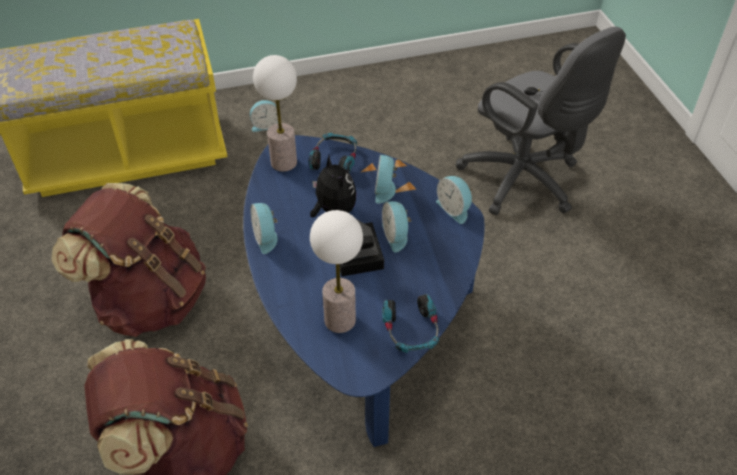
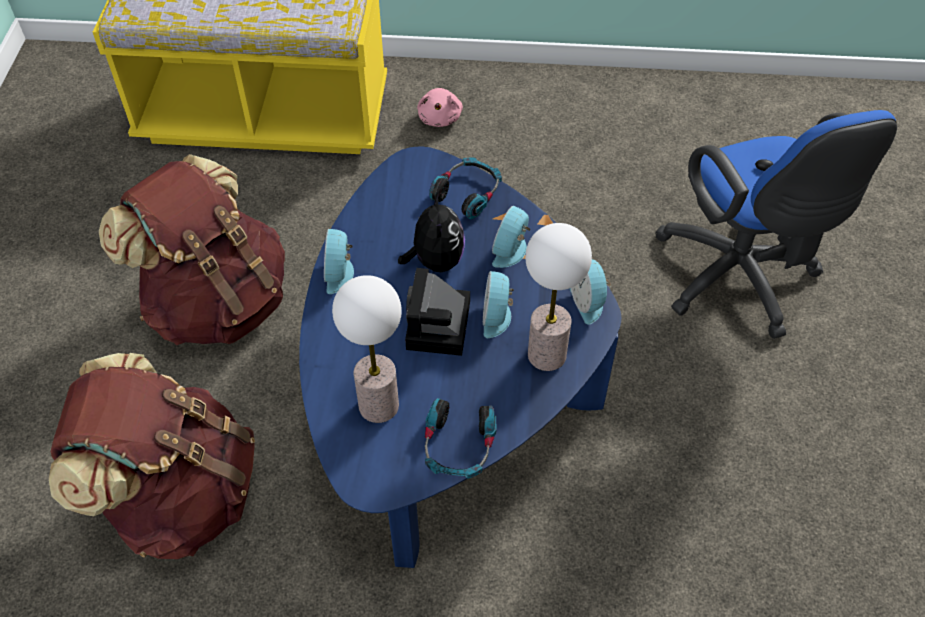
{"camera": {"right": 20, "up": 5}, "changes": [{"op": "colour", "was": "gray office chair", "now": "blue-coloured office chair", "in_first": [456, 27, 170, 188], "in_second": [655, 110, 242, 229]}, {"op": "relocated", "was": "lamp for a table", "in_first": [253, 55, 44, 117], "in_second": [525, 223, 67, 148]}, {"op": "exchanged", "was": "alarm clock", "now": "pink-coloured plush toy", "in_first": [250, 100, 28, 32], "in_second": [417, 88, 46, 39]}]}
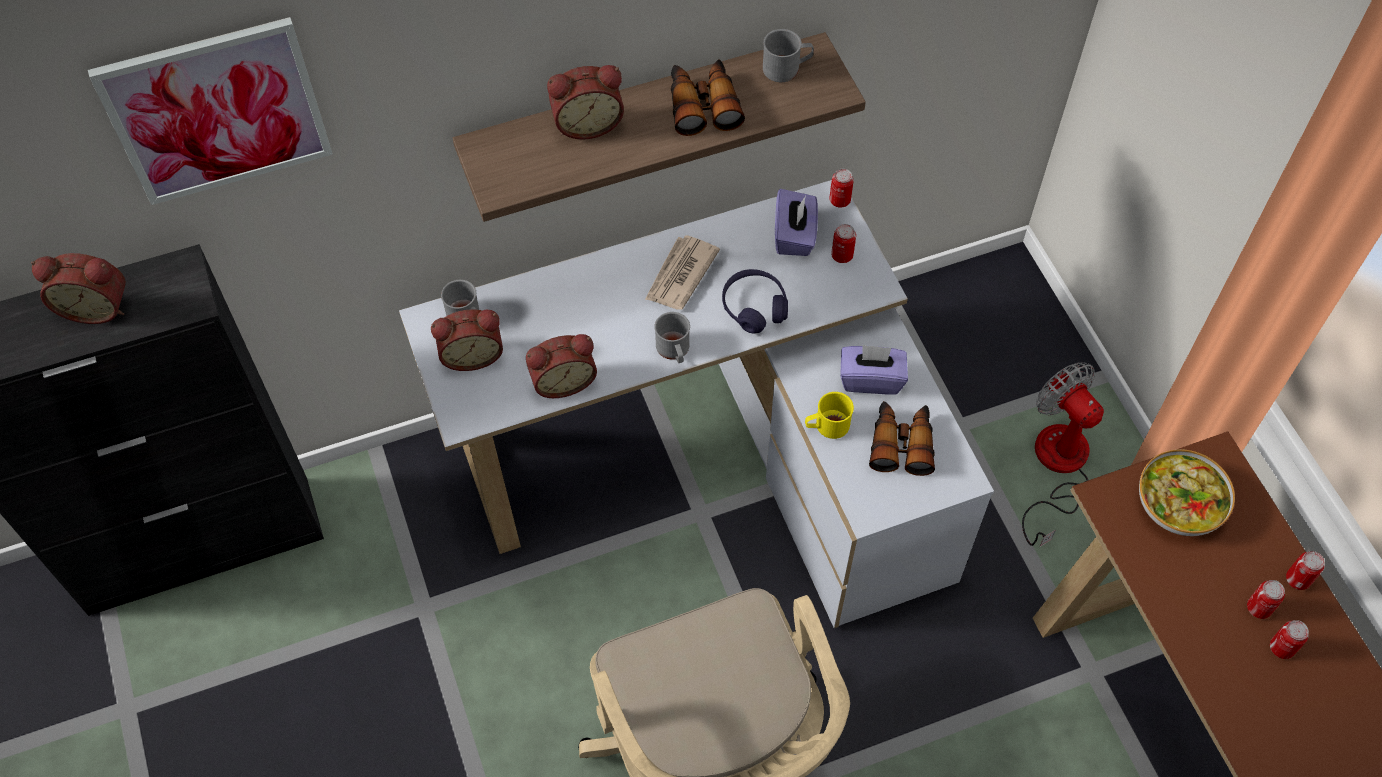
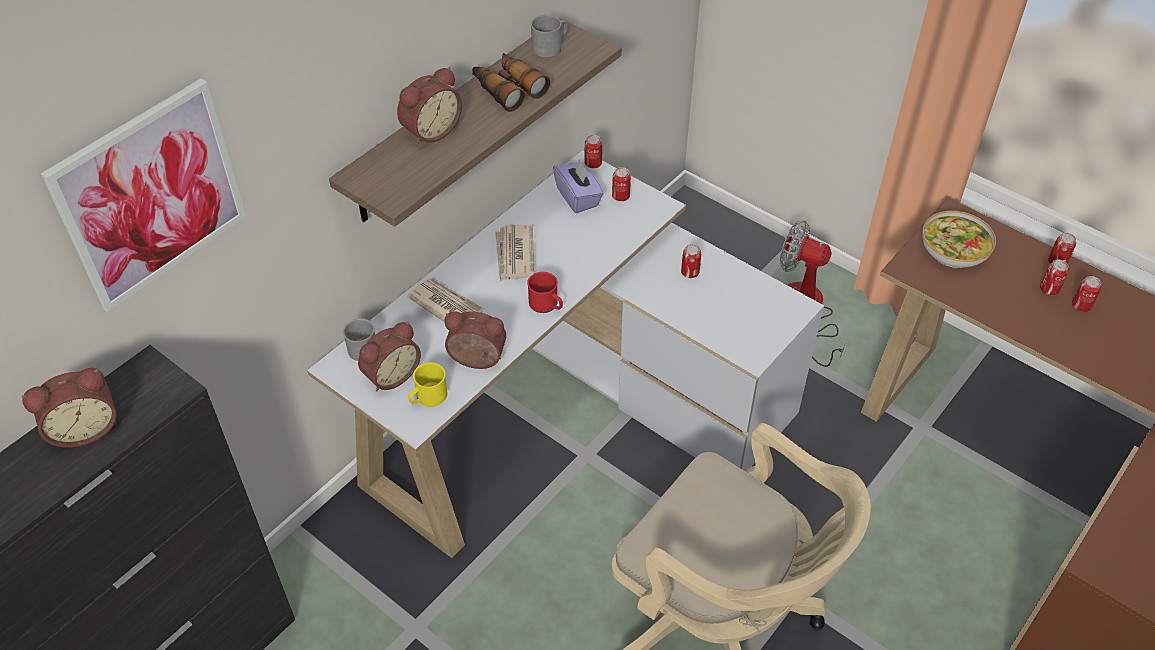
{"camera": {"right": -30, "up": -10}, "changes": [{"op": "missing", "was": "purple pair of headphones", "in_first": [722, 269, 66, 65]}, {"op": "colour", "was": "gray tea mug", "now": "red tea mug", "in_first": [654, 312, 36, 51], "in_second": [527, 272, 36, 41]}, {"op": "spun", "was": "alarm clock", "in_first": [526, 334, 71, 64], "in_second": [445, 311, 61, 58], "clockwise": -120}, {"op": "exchanged", "was": "purple tissue box", "now": "metal can", "in_first": [840, 344, 68, 51], "in_second": [681, 244, 20, 34]}, {"op": "relocated", "was": "yellow tea mug", "in_first": [805, 392, 49, 47], "in_second": [408, 362, 39, 45]}, {"op": "missing", "was": "binoculars", "in_first": [869, 401, 66, 75]}, {"op": "appeared", "now": "daily paper", "in_second": [407, 278, 77, 44]}]}
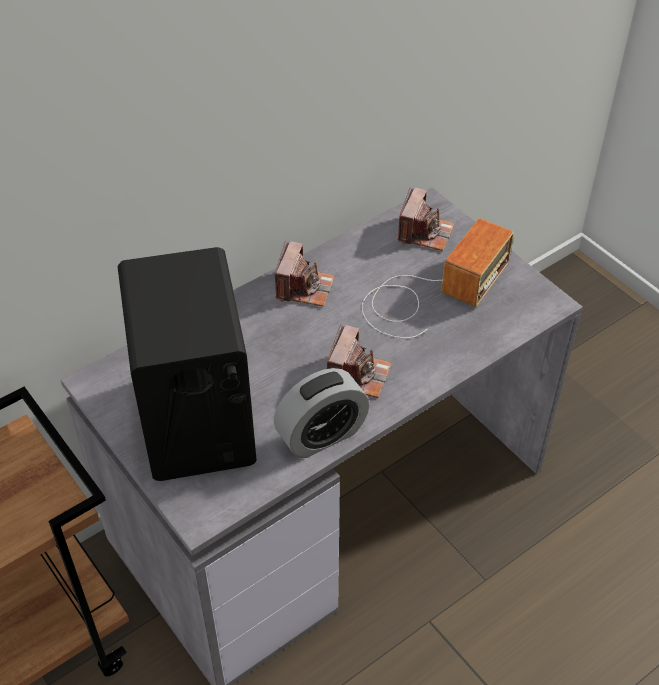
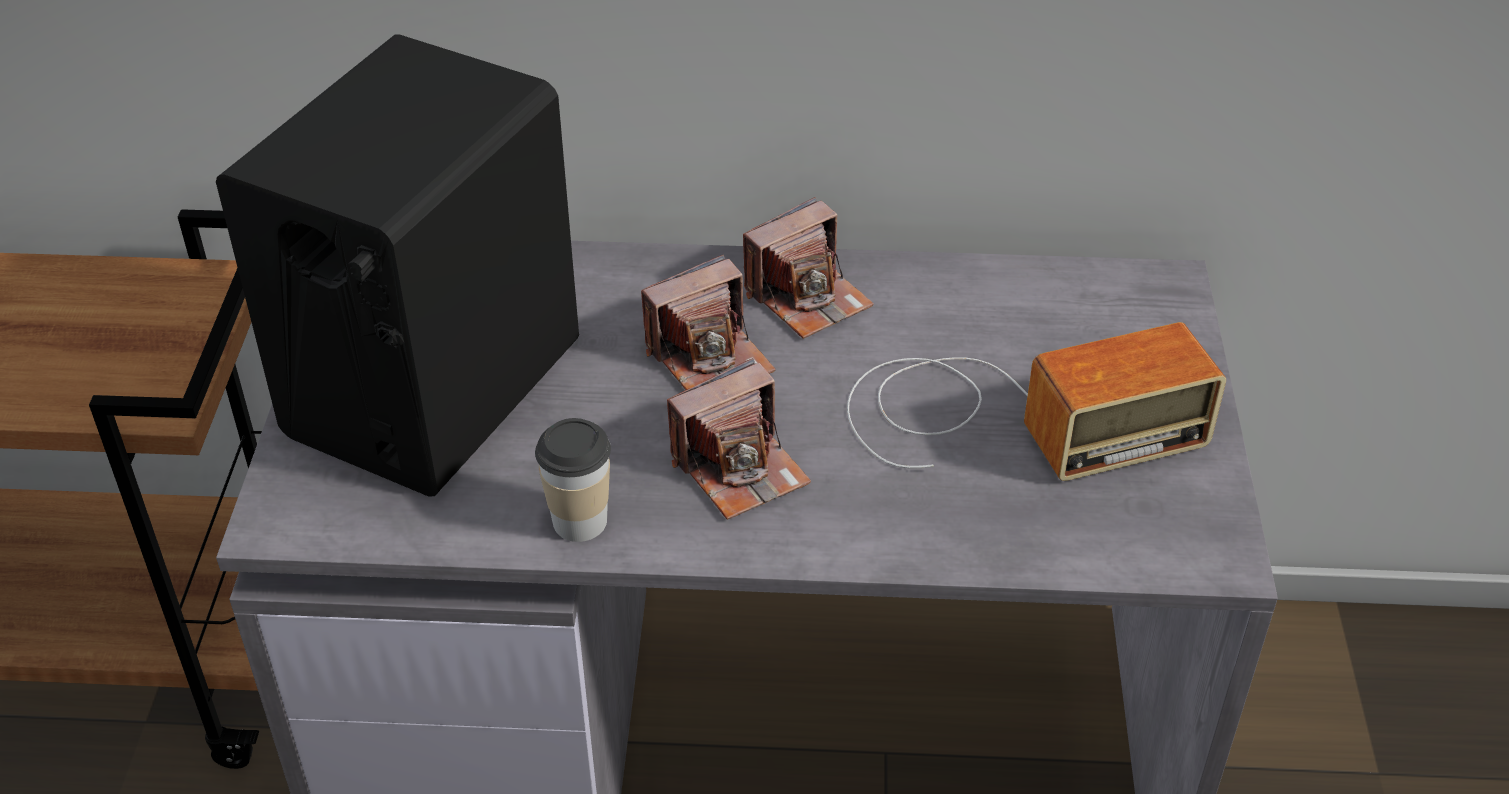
{"camera": {"right": 40, "up": -5}, "changes": [{"op": "relocated", "was": "photo camera", "in_first": [398, 187, 57, 64], "in_second": [641, 255, 135, 135]}, {"op": "exchanged", "was": "alarm clock", "now": "cup", "in_first": [274, 368, 96, 90], "in_second": [535, 418, 76, 124]}]}
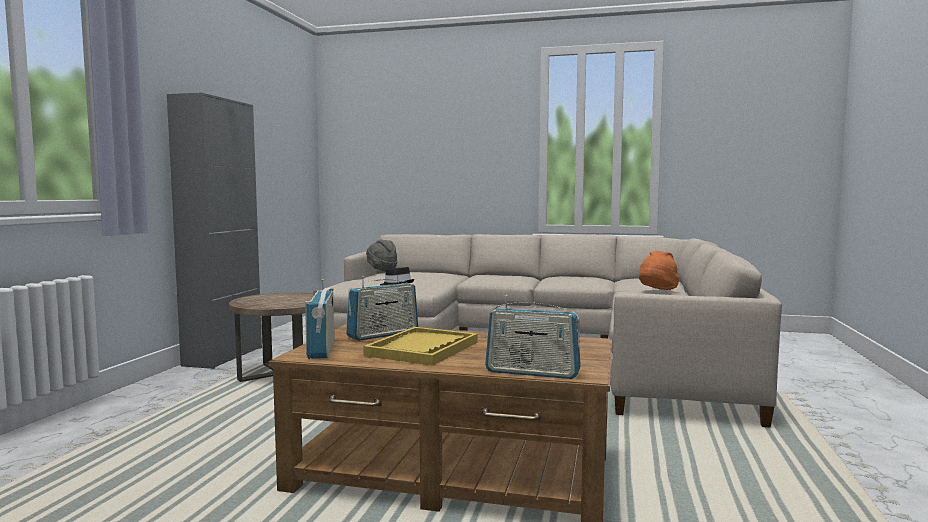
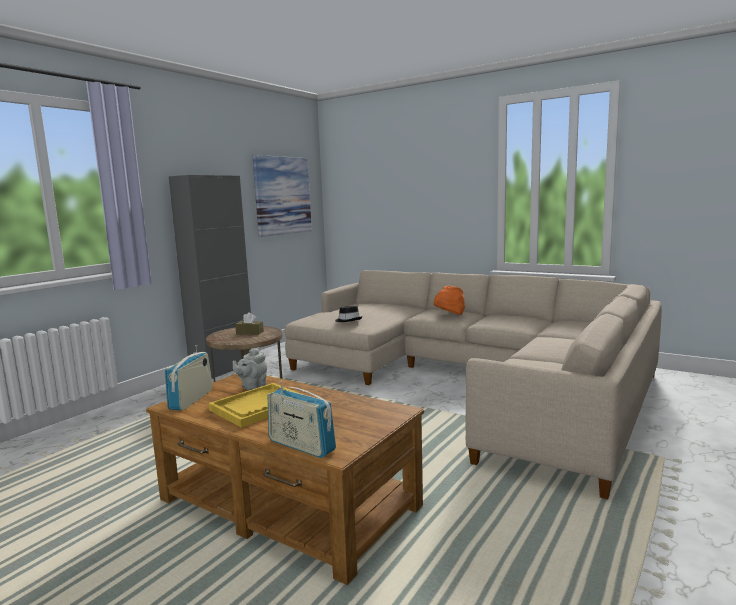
{"camera": {"right": 20, "up": 5}, "changes": [{"op": "missing", "was": "gray hat", "in_first": [366, 239, 32, 33]}, {"op": "relocated", "was": "orange-coloured hat", "in_first": [639, 251, 40, 39], "in_second": [434, 286, 31, 29]}, {"op": "exchanged", "was": "radio set", "now": "gray teapot", "in_first": [346, 276, 72, 65], "in_second": [232, 347, 35, 43]}, {"op": "appeared", "now": "picture", "in_second": [252, 155, 60, 82]}, {"op": "appeared", "now": "brown-coloured tissue box", "in_second": [235, 312, 29, 23]}]}
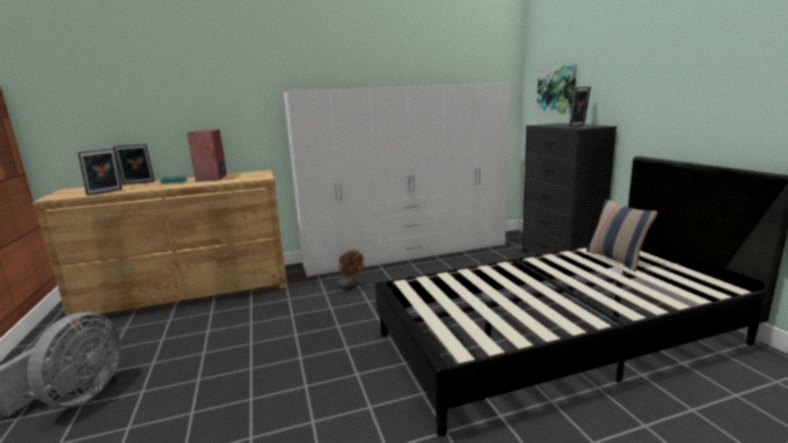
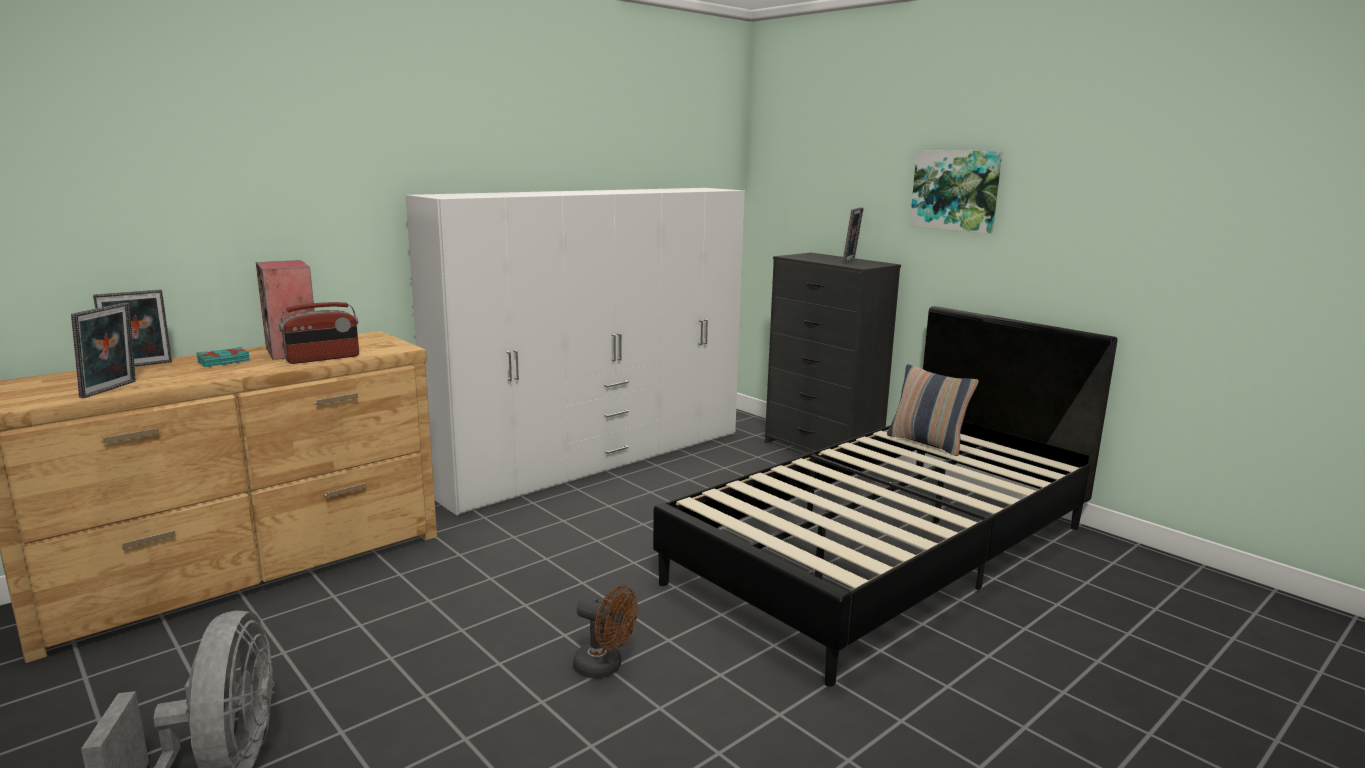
{"camera": {"right": -25, "up": 0}, "changes": [{"op": "relocated", "was": "picture", "in_first": [536, 64, 41, 51], "in_second": [910, 150, 92, 84]}, {"op": "relocated", "was": "brown-coloured electric fan", "in_first": [337, 250, 27, 40], "in_second": [573, 586, 65, 93]}, {"op": "appeared", "now": "radio set", "in_second": [279, 302, 80, 62]}]}
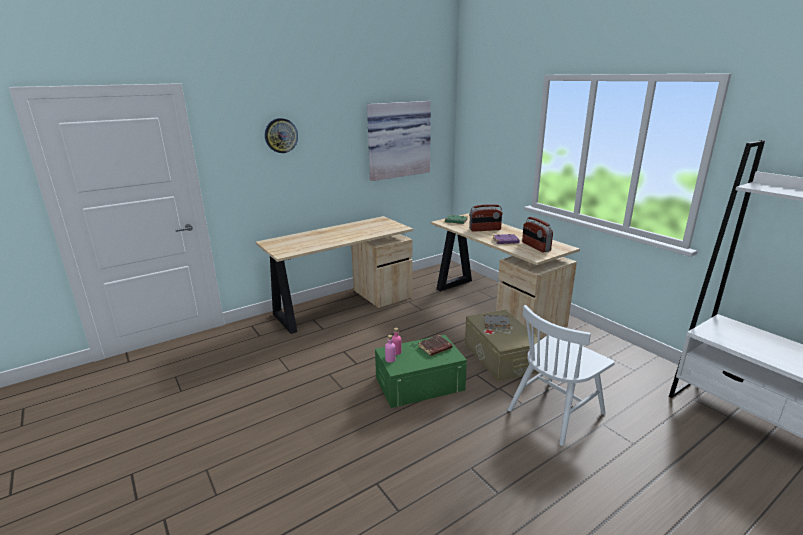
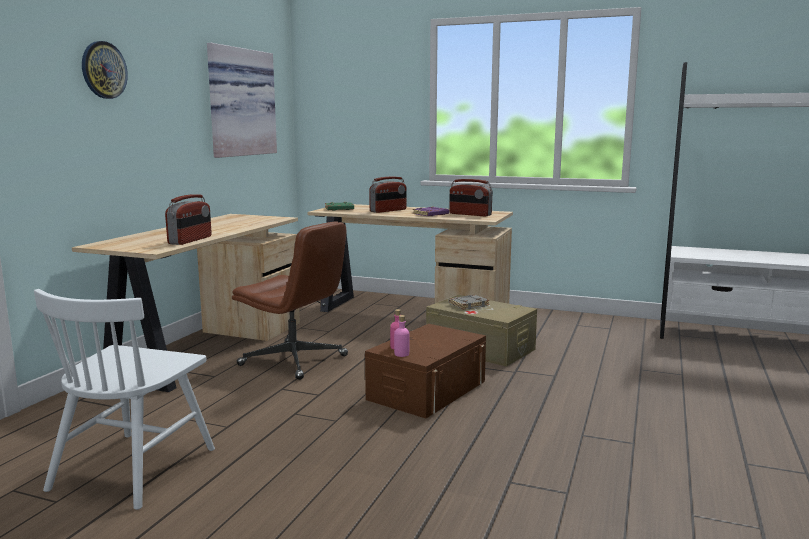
{"camera": {"right": -35, "up": -10}, "changes": [{"op": "relocated", "was": "whitish chair", "in_first": [508, 305, 107, 141], "in_second": [34, 289, 181, 221]}, {"op": "colour", "was": "green-coloured storage box", "now": "brown-coloured storage box", "in_first": [375, 335, 92, 73], "in_second": [365, 324, 121, 94]}, {"op": "missing", "was": "brown-coloured volume", "in_first": [418, 335, 35, 21]}, {"op": "appeared", "now": "radio set", "in_second": [165, 194, 47, 51]}, {"op": "appeared", "now": "brown-coloured office chair", "in_second": [232, 221, 116, 159]}]}
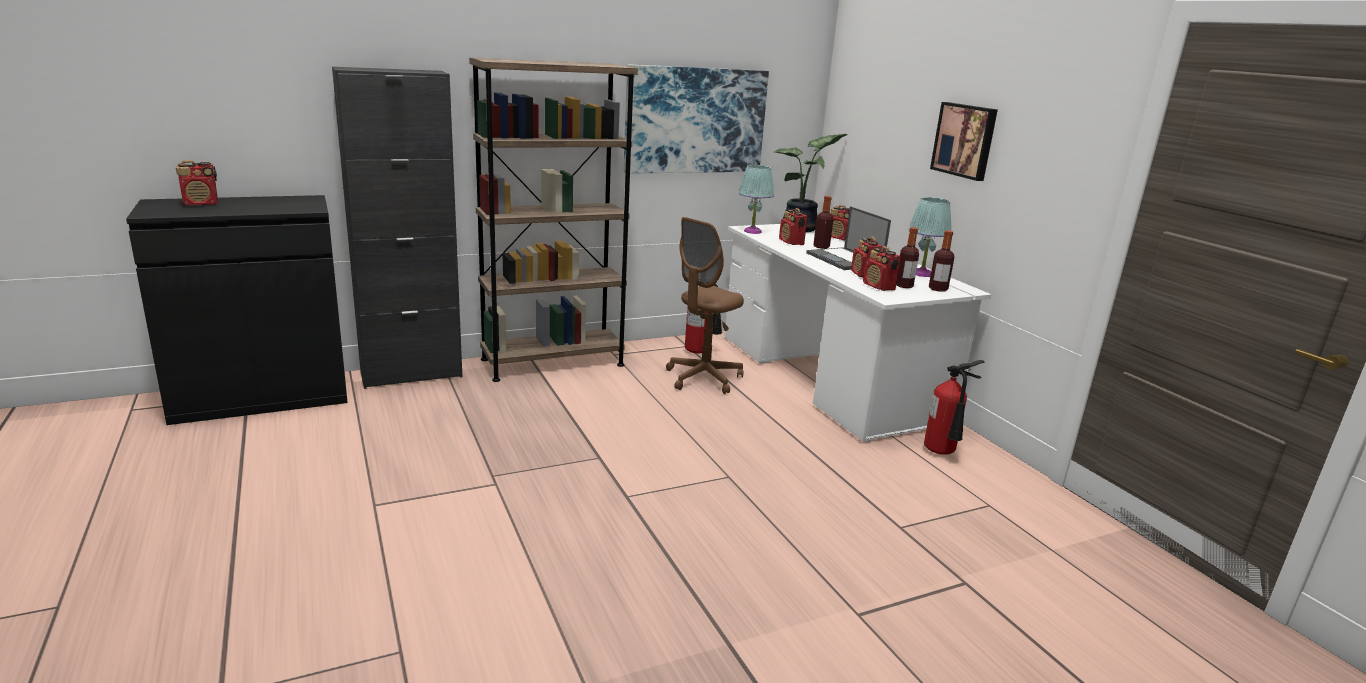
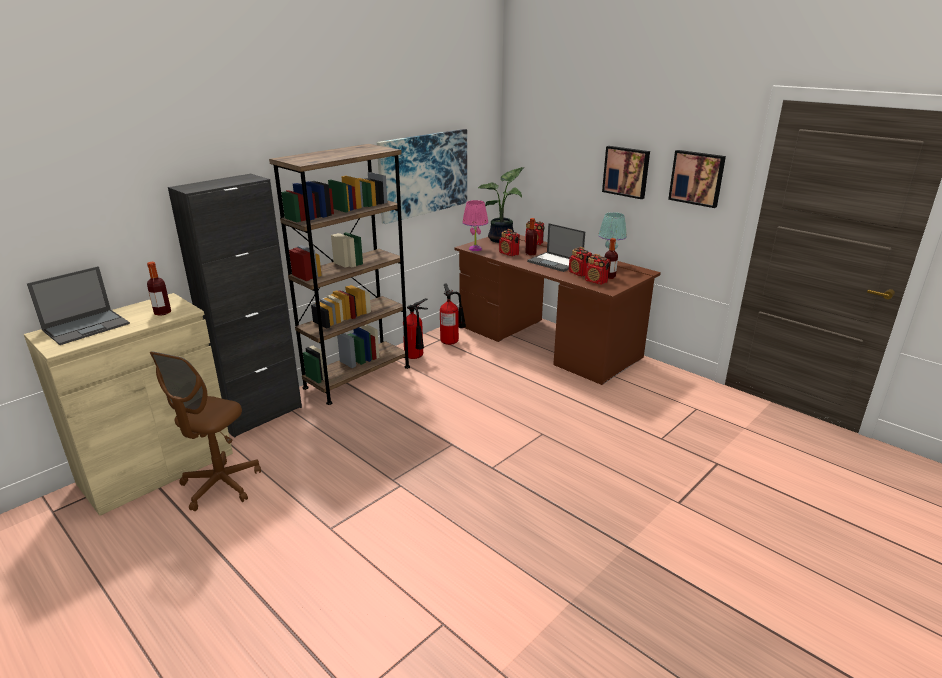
{"camera": {"right": -20, "up": 5}, "changes": [{"op": "exchanged", "was": "radio set", "now": "notebook computer", "in_first": [176, 160, 42, 45], "in_second": [27, 266, 103, 79]}, {"op": "colour", "was": "turquoise lamp for a table", "now": "pink-coloured lamp for a table", "in_first": [739, 165, 35, 69], "in_second": [462, 200, 27, 51]}, {"op": "colour", "was": "black storage cabinet", "now": "sand-coloured storage cabinet", "in_first": [126, 195, 222, 230], "in_second": [24, 293, 209, 223]}, {"op": "relocated", "was": "brown-coloured office chair", "in_first": [666, 217, 78, 177], "in_second": [150, 351, 111, 160]}, {"op": "colour", "was": "whitish desk table", "now": "brown-coloured desk table", "in_first": [725, 224, 267, 218], "in_second": [454, 235, 207, 150]}, {"op": "relocated", "was": "beverage bottle", "in_first": [929, 230, 25, 62], "in_second": [147, 262, 24, 54]}, {"op": "relocated", "was": "fire extinguisher", "in_first": [924, 360, 60, 95], "in_second": [403, 298, 25, 61]}, {"op": "appeared", "now": "picture", "in_second": [668, 150, 58, 58]}]}
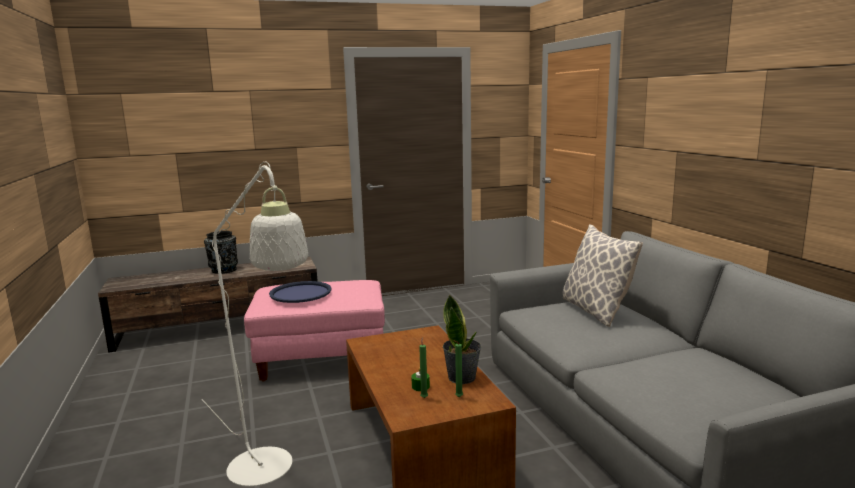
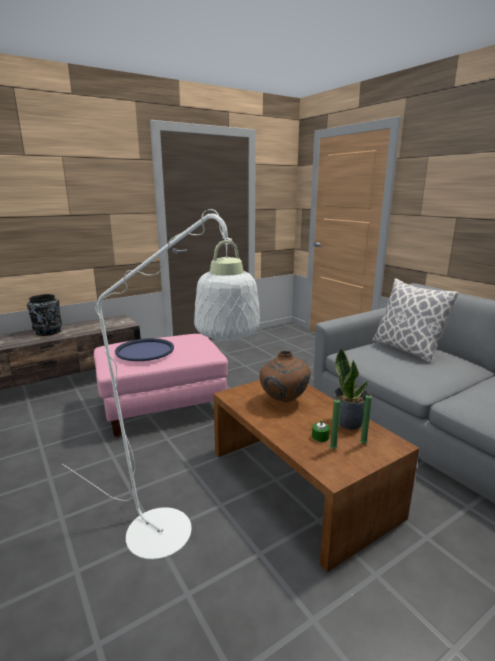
{"camera": {"right": -15, "up": 5}, "changes": [{"op": "appeared", "now": "brown-coloured flower vase", "in_second": [260, 351, 51, 51]}]}
